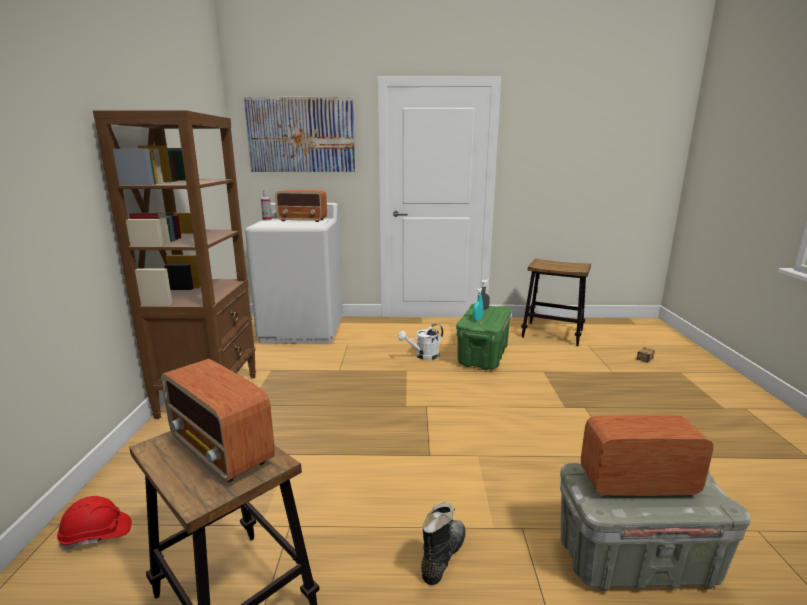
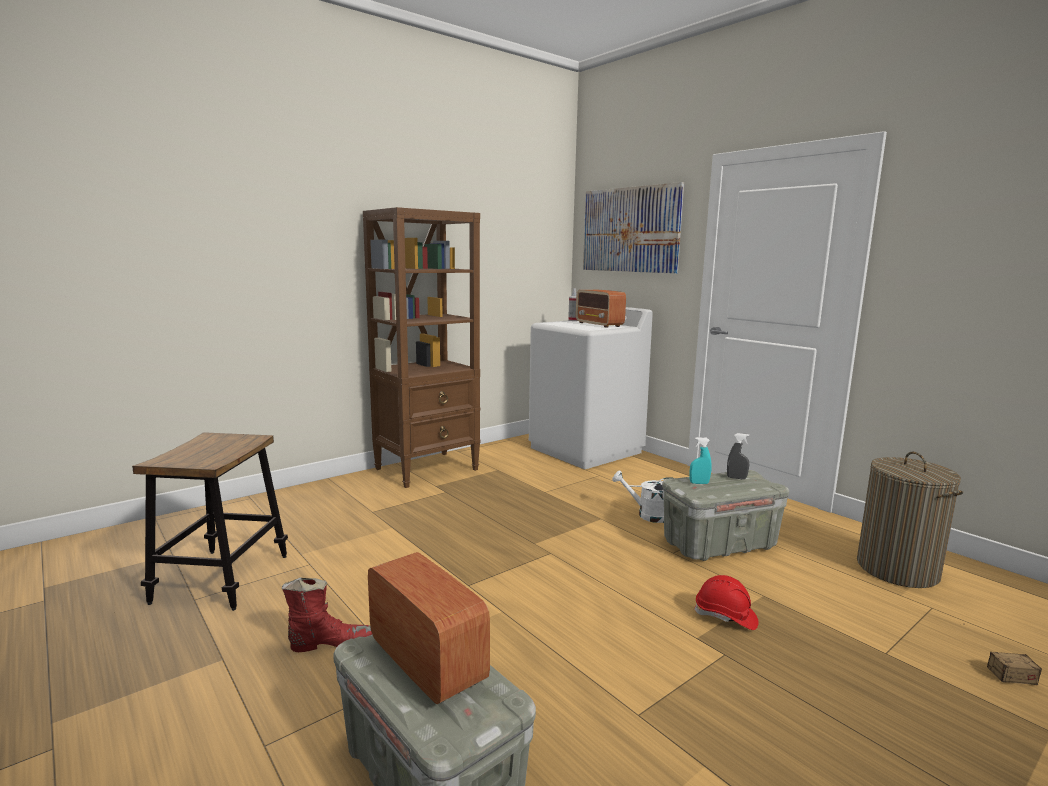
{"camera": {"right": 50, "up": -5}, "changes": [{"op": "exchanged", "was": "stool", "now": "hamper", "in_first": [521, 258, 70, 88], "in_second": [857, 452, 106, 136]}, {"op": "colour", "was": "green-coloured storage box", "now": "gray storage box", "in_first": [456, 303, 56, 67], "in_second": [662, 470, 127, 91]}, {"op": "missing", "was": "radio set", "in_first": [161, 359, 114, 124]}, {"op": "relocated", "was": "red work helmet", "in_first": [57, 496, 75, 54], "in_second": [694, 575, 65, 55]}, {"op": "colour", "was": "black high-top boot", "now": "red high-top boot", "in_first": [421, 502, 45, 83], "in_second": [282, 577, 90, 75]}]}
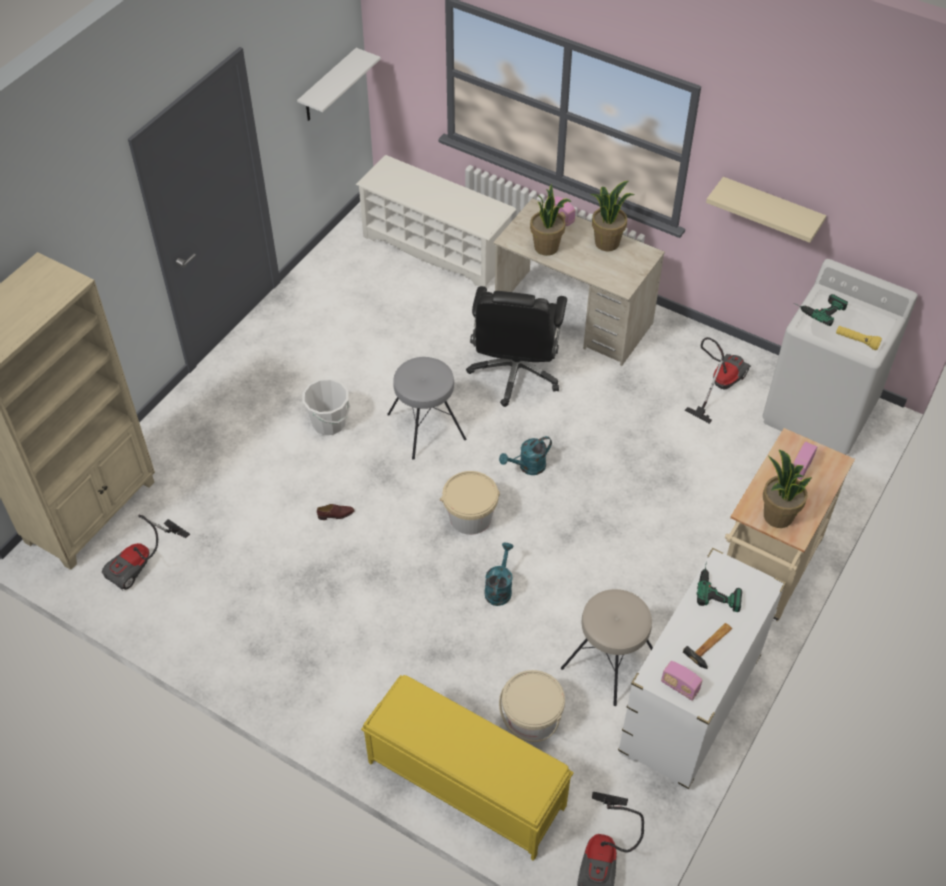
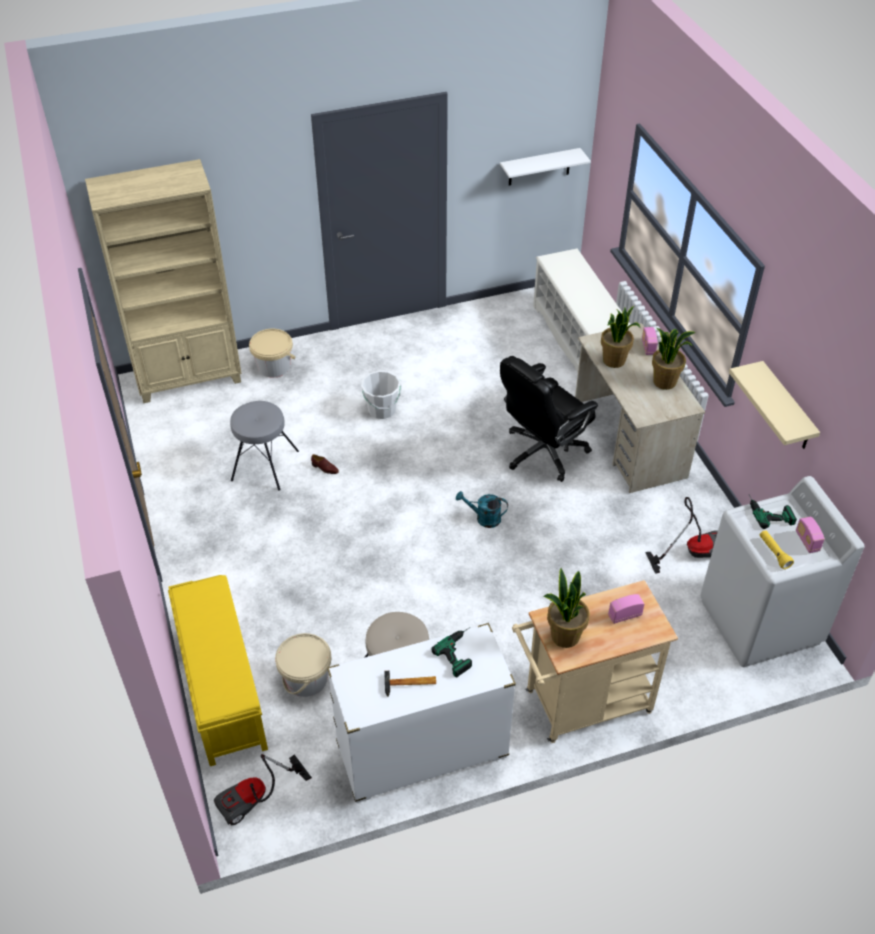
{"camera": {"right": 40, "up": -5}, "changes": [{"op": "relocated", "was": "gray stool", "in_first": [387, 357, 79, 103], "in_second": [230, 401, 69, 90]}, {"op": "relocated", "was": "sand-coloured pail", "in_first": [440, 471, 60, 64], "in_second": [249, 329, 47, 49]}, {"op": "missing", "was": "vacuum", "in_first": [102, 515, 88, 76]}, {"op": "missing", "was": "turquoise watering pot", "in_first": [484, 542, 29, 64]}, {"op": "relocated", "was": "radio set", "in_first": [661, 661, 42, 40], "in_second": [796, 516, 29, 37]}]}
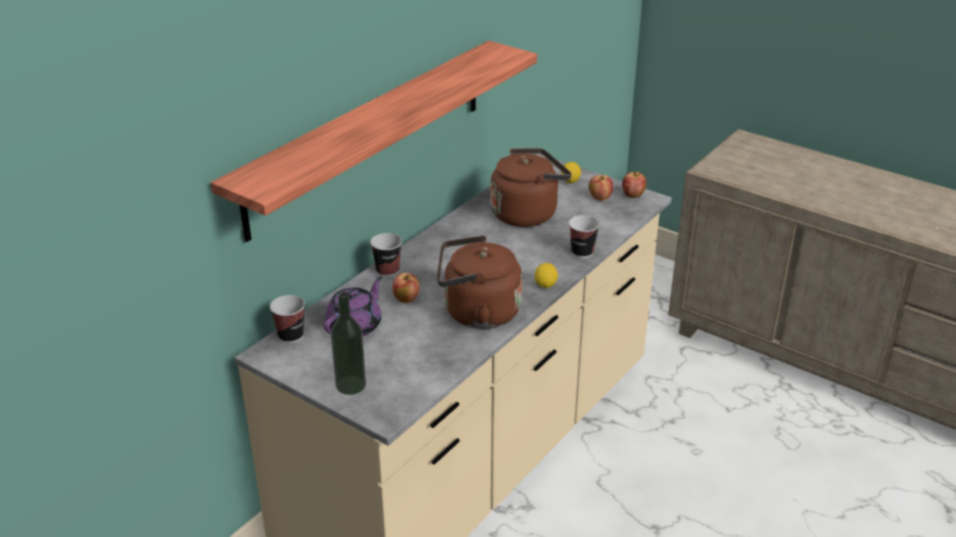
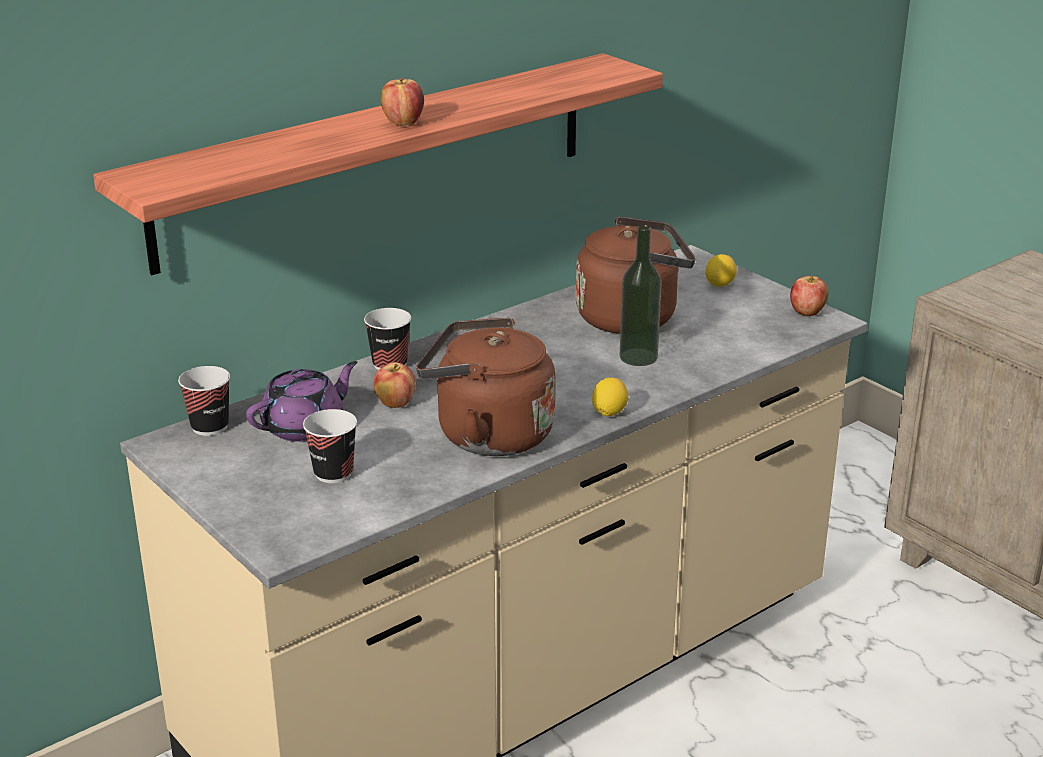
{"camera": {"right": 15, "up": -5}, "changes": [{"op": "relocated", "was": "whole apple", "in_first": [589, 175, 24, 26], "in_second": [381, 78, 43, 48]}, {"op": "relocated", "was": "cup", "in_first": [569, 215, 31, 43], "in_second": [303, 409, 54, 74]}, {"op": "relocated", "was": "beverage bottle", "in_first": [331, 292, 35, 103], "in_second": [620, 225, 42, 141]}]}
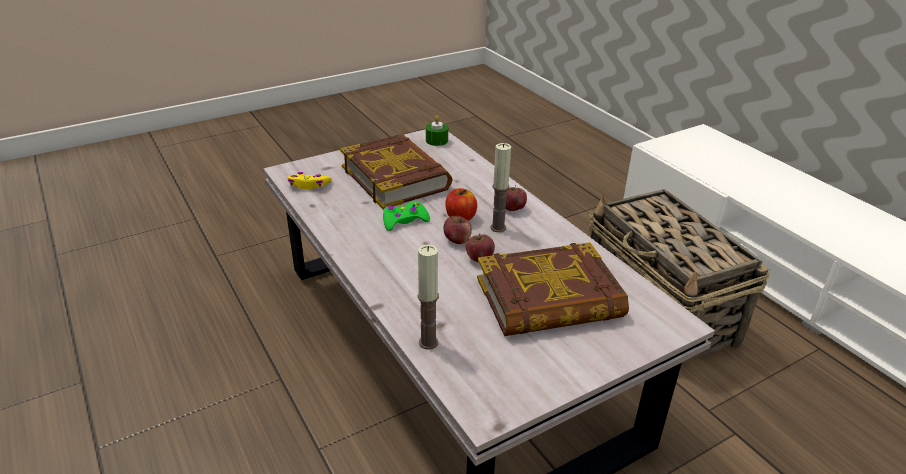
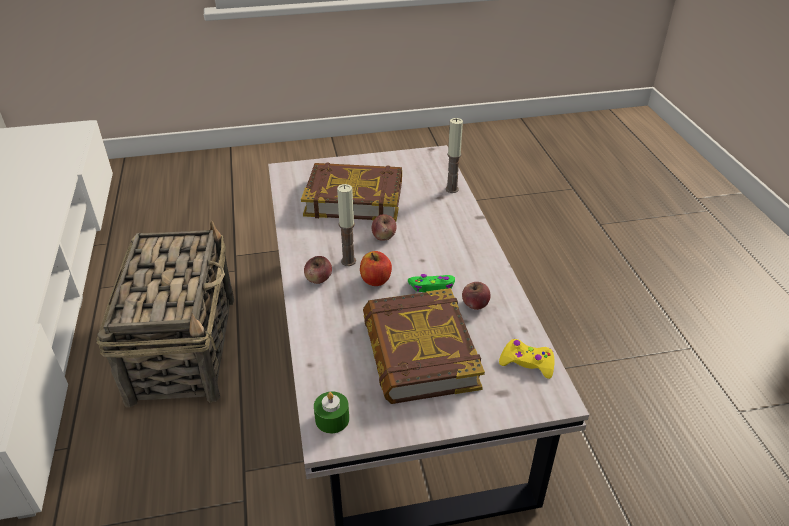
{"camera": {"right": -160, "up": 5}, "changes": [{"op": "relocated", "was": "whole apple", "in_first": [444, 216, 28, 28], "in_second": [462, 282, 28, 28]}]}
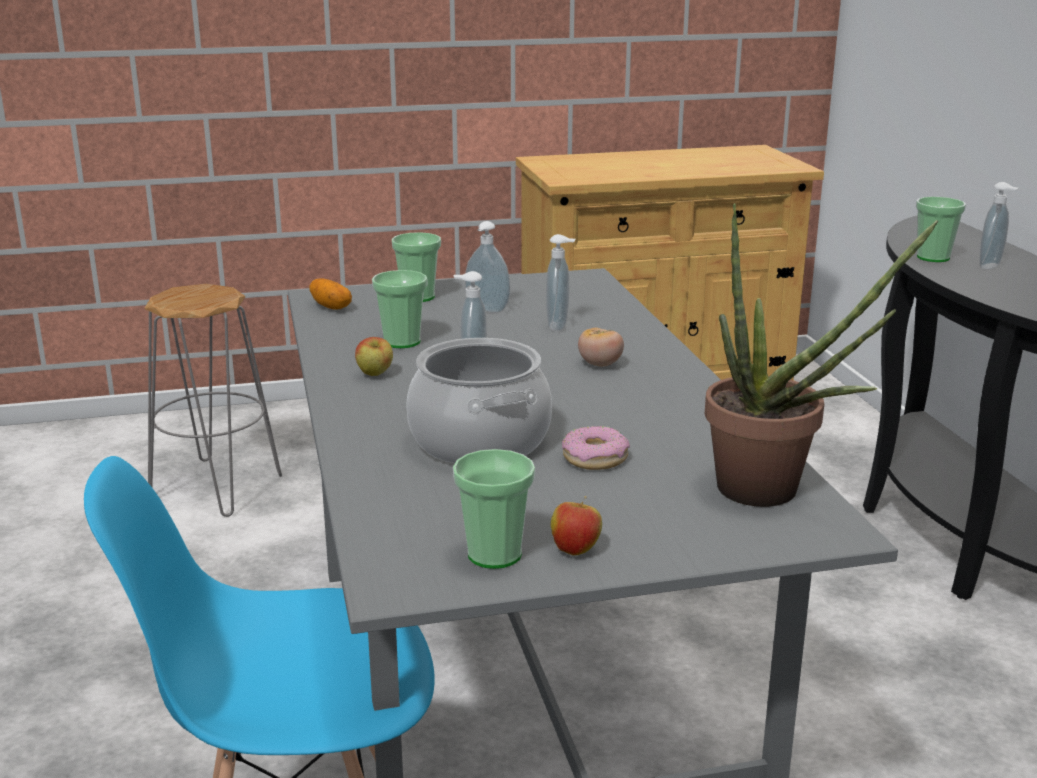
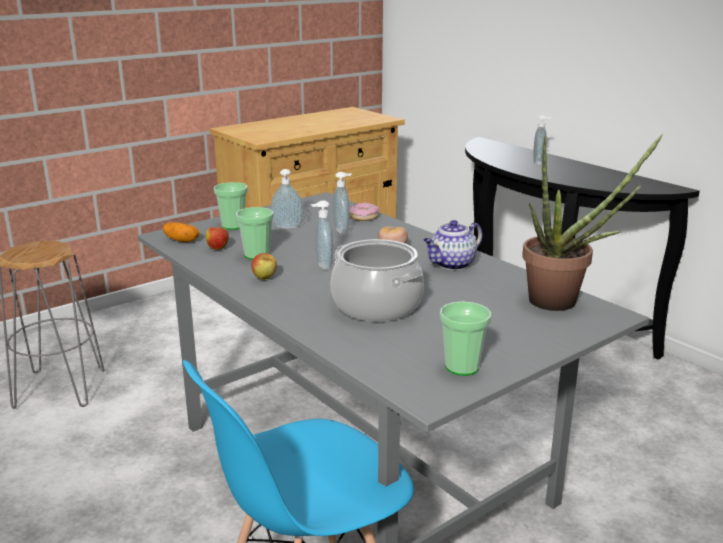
{"camera": {"right": -25, "up": 0}, "changes": [{"op": "missing", "was": "cup", "in_first": [916, 197, 50, 65]}, {"op": "relocated", "was": "doughnut", "in_first": [562, 426, 68, 44], "in_second": [349, 203, 30, 18]}, {"op": "relocated", "was": "whole apple", "in_first": [551, 496, 51, 60], "in_second": [206, 224, 23, 26]}, {"op": "appeared", "now": "teapot", "in_second": [424, 220, 58, 50]}]}
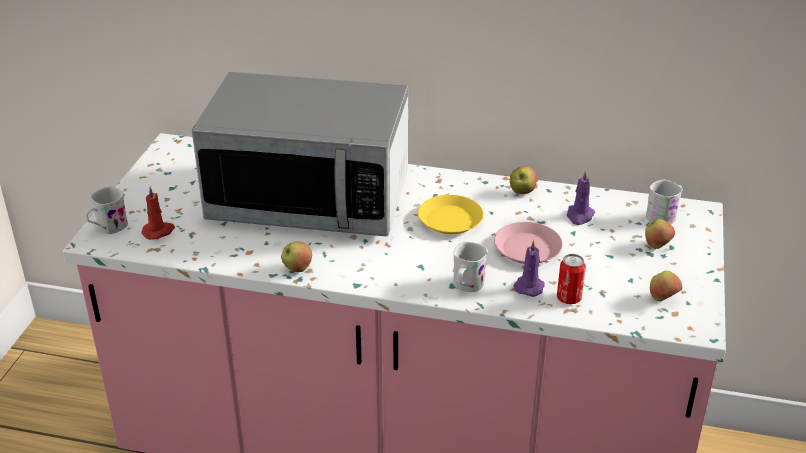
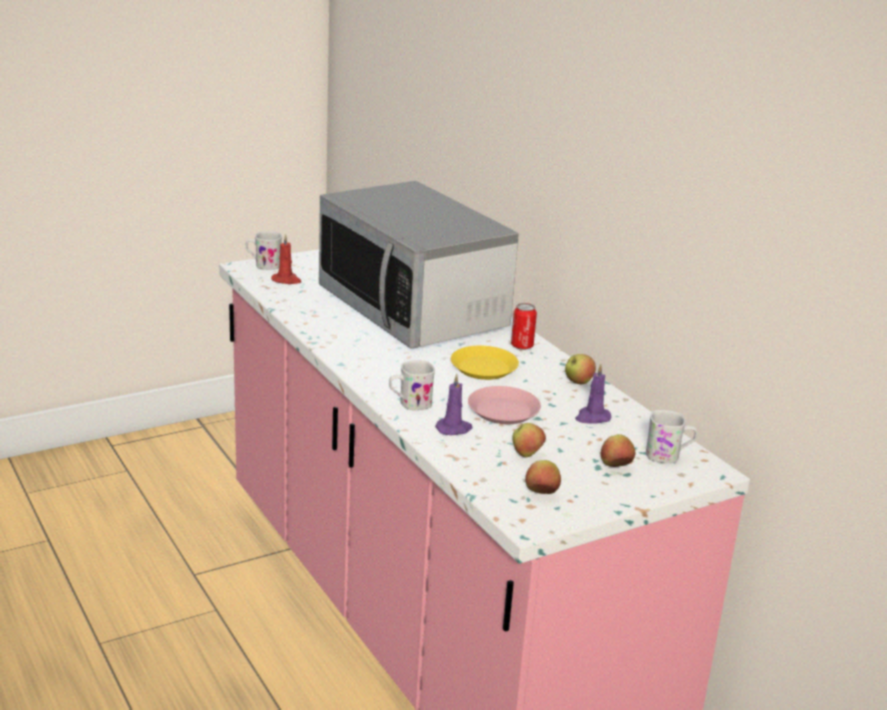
{"camera": {"right": 45, "up": -10}, "changes": [{"op": "relocated", "was": "whole apple", "in_first": [281, 242, 31, 30], "in_second": [512, 423, 34, 34]}, {"op": "relocated", "was": "metal can", "in_first": [557, 254, 29, 50], "in_second": [511, 303, 26, 47]}]}
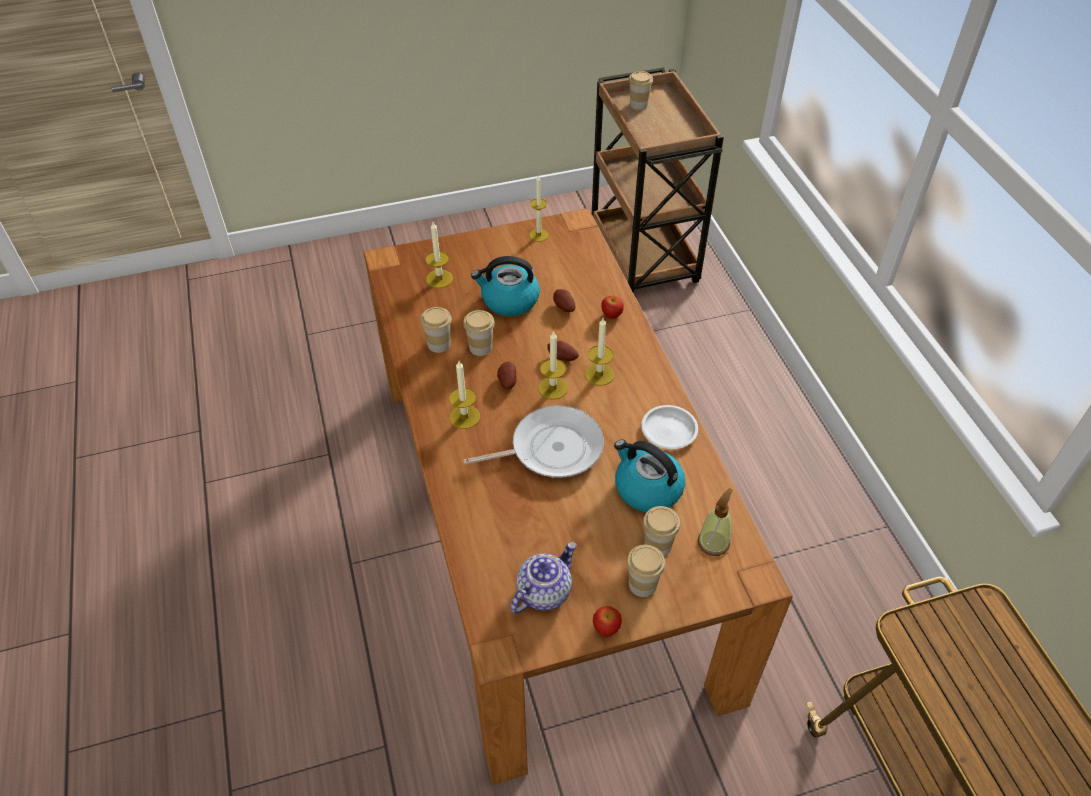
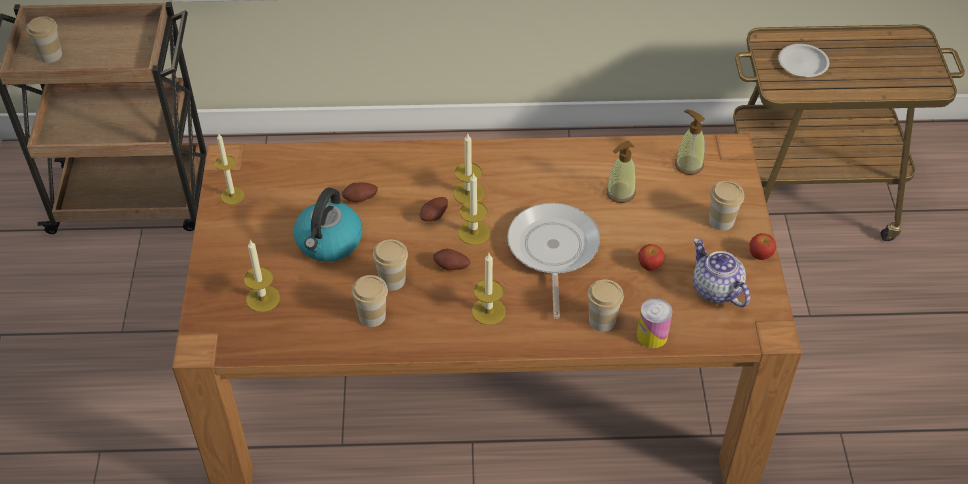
{"camera": {"right": -75, "up": 0}, "changes": [{"op": "relocated", "was": "whole apple", "in_first": [601, 296, 23, 23], "in_second": [638, 244, 27, 27]}, {"op": "relocated", "was": "whitish flat dish", "in_first": [641, 405, 57, 44], "in_second": [778, 44, 51, 33]}, {"op": "exchanged", "was": "water kettle", "now": "soap bottle", "in_first": [614, 440, 71, 72], "in_second": [606, 141, 30, 62]}, {"op": "relocated", "was": "cup", "in_first": [643, 506, 37, 50], "in_second": [587, 280, 37, 52]}, {"op": "appeared", "now": "metal can", "in_second": [637, 298, 36, 50]}]}
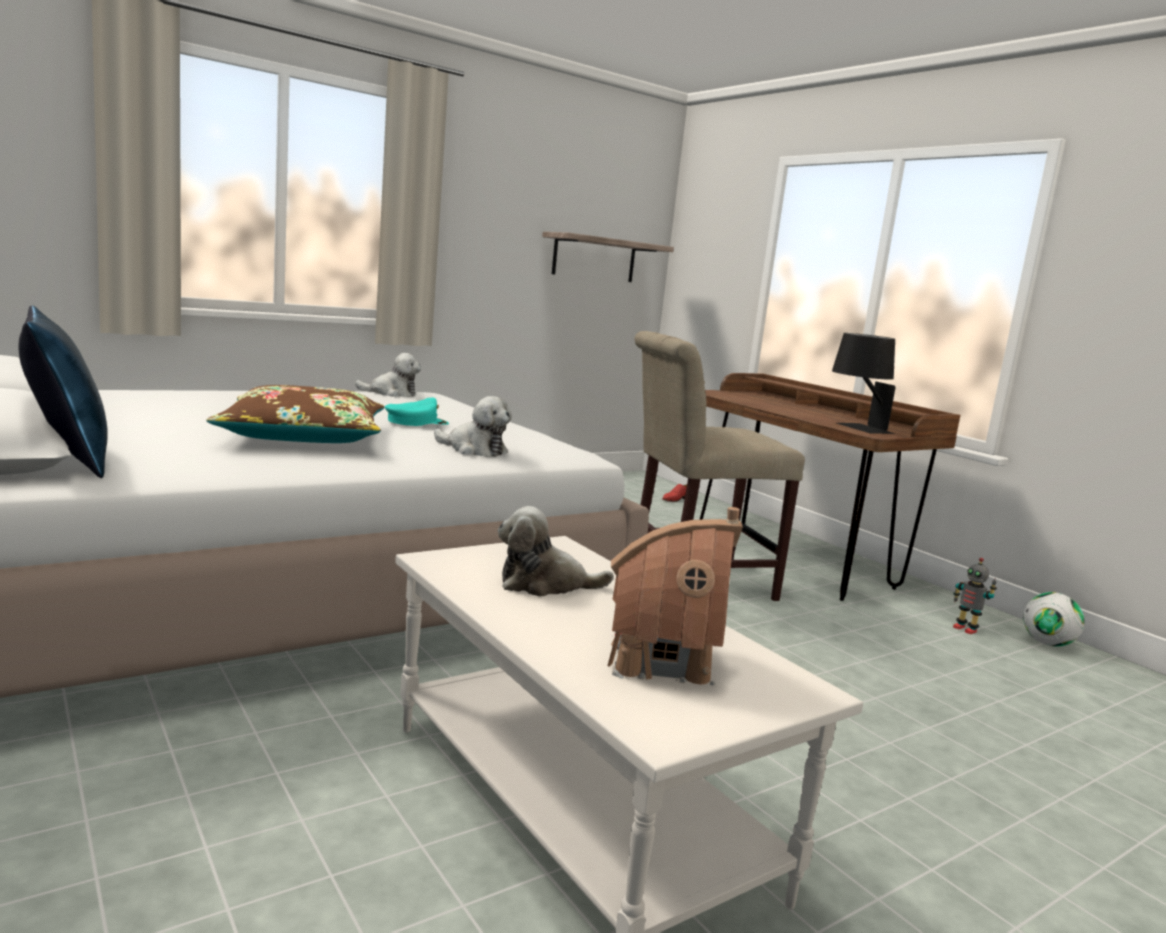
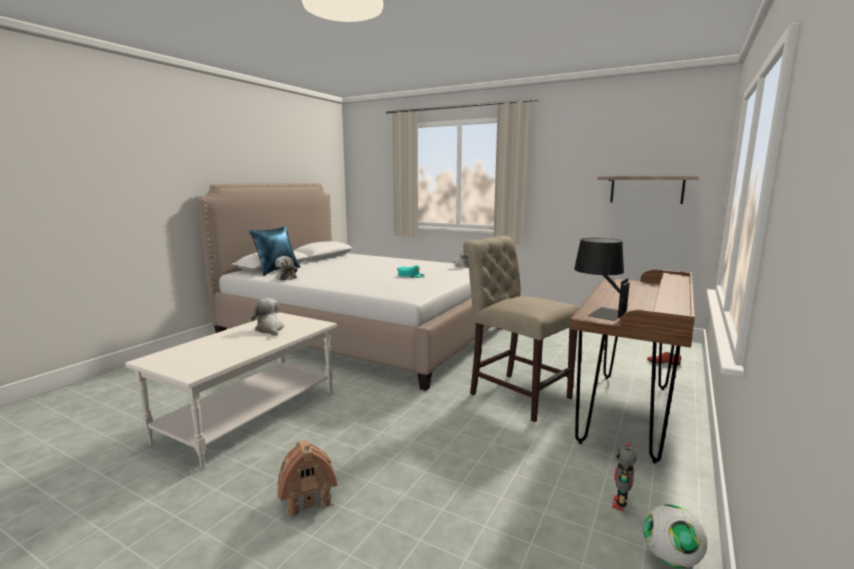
{"camera": {"right": 65, "up": 0}, "changes": [{"op": "missing", "was": "brown-coloured cushion", "in_first": [206, 385, 179, 58]}, {"op": "relocated", "was": "plush toy", "in_first": [434, 396, 78, 61], "in_second": [275, 256, 23, 24]}, {"op": "relocated", "was": "toy house", "in_first": [608, 507, 135, 182], "in_second": [277, 440, 61, 79]}]}
